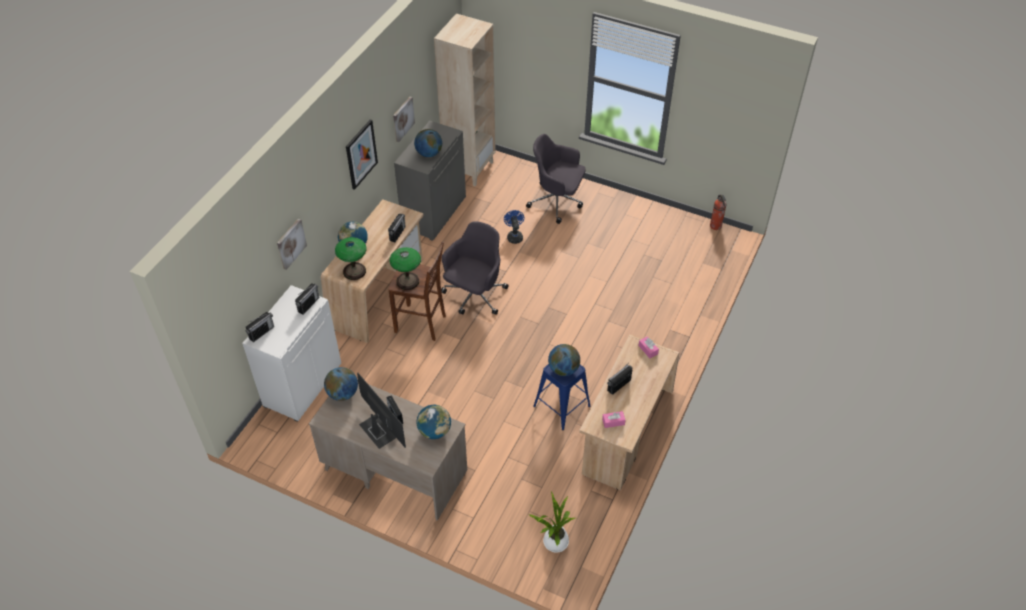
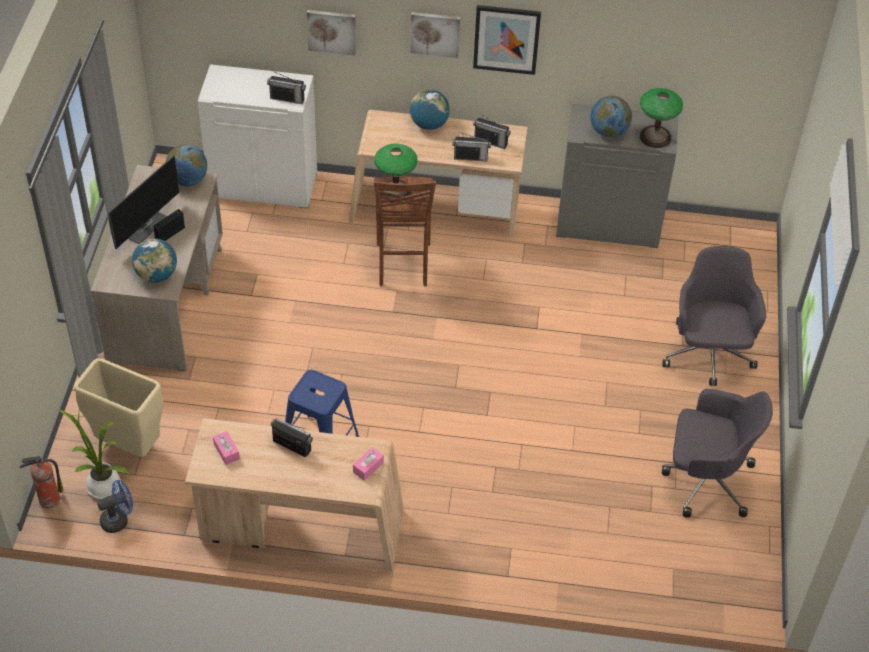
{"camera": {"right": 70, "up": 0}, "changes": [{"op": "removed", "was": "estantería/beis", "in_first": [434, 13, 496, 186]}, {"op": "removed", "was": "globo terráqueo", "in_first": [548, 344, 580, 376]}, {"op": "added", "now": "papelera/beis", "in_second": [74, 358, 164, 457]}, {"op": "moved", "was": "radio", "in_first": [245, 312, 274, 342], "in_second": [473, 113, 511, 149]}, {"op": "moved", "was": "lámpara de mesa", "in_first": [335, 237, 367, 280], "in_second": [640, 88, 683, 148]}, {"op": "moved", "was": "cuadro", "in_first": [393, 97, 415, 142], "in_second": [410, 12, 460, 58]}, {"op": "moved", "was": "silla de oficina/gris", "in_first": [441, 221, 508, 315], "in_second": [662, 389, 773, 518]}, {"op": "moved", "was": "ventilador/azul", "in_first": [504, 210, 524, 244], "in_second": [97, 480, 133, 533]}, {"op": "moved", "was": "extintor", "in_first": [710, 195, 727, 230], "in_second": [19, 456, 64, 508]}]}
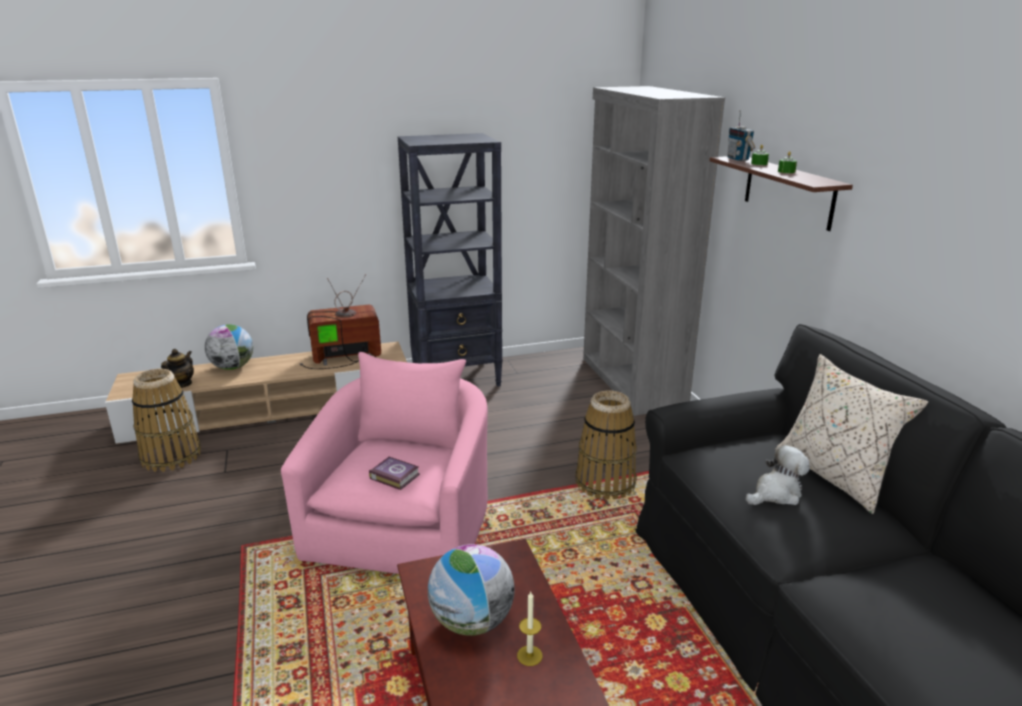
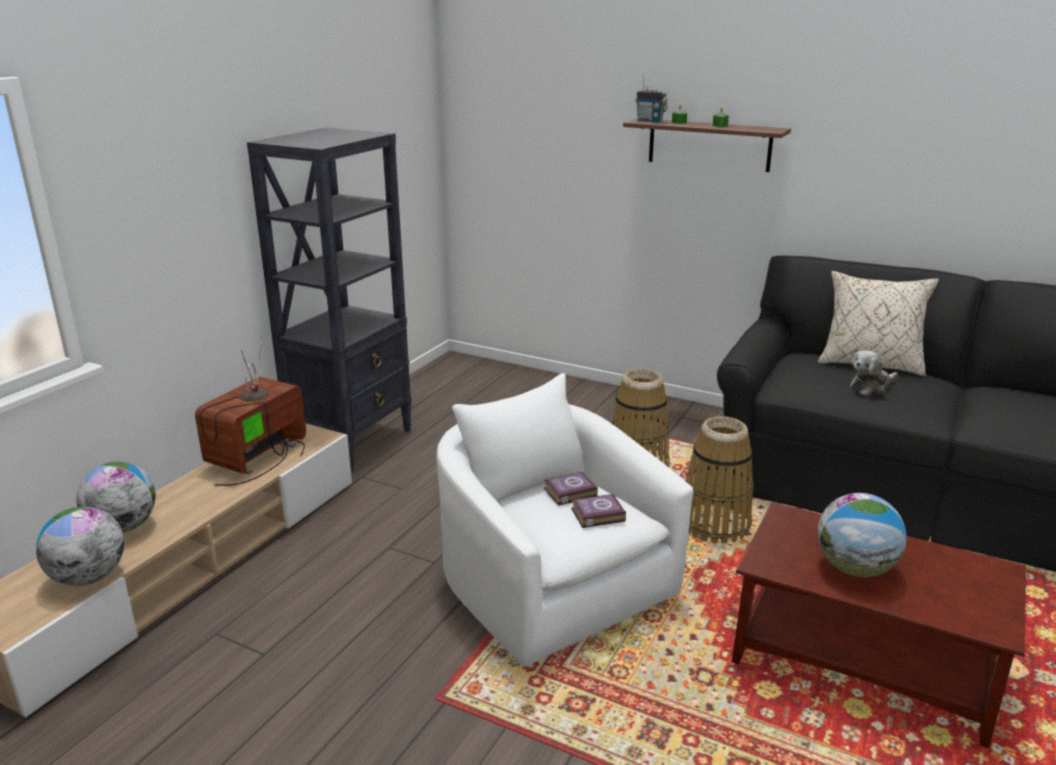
{"camera": {"right": -45, "up": 0}, "changes": [{"op": "removed", "was": "vela", "in_first": [517, 592, 543, 666]}, {"op": "removed", "was": "estantería/gris", "in_first": [583, 86, 725, 416]}, {"op": "added", "now": "libro", "in_second": [544, 472, 598, 506]}, {"op": "moved", "was": "cesta", "in_first": [132, 369, 201, 472], "in_second": [686, 416, 754, 543]}, {"op": "replaced", "was": "tetera", "now": "globo terráqueo", "in_first": [161, 349, 194, 388], "in_second": [36, 506, 124, 586]}, {"op": "recoloured", "was": "sillón/rosa", "now": "sillón/blanco", "in_first": [281, 352, 488, 574], "in_second": [437, 373, 693, 667]}, {"op": "turned", "was": "peluche", "in_first": [745, 445, 810, 505], "in_second": [850, 351, 898, 396], "clockwise": -135}]}
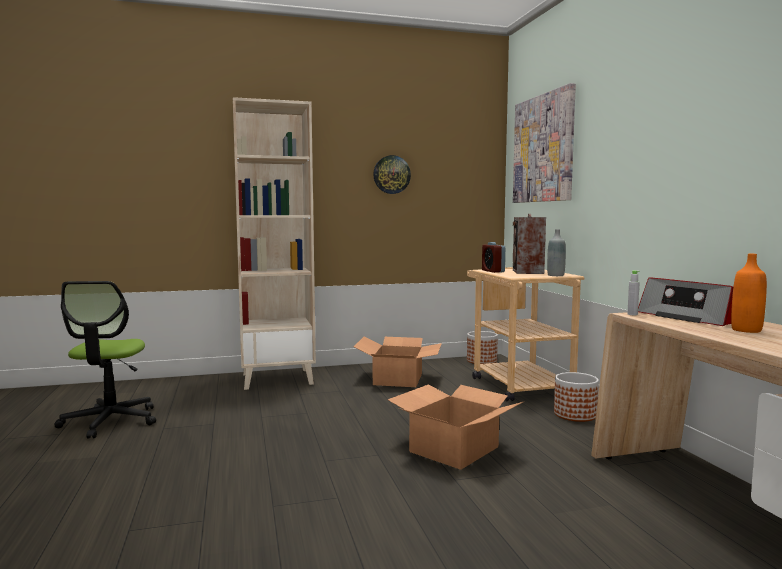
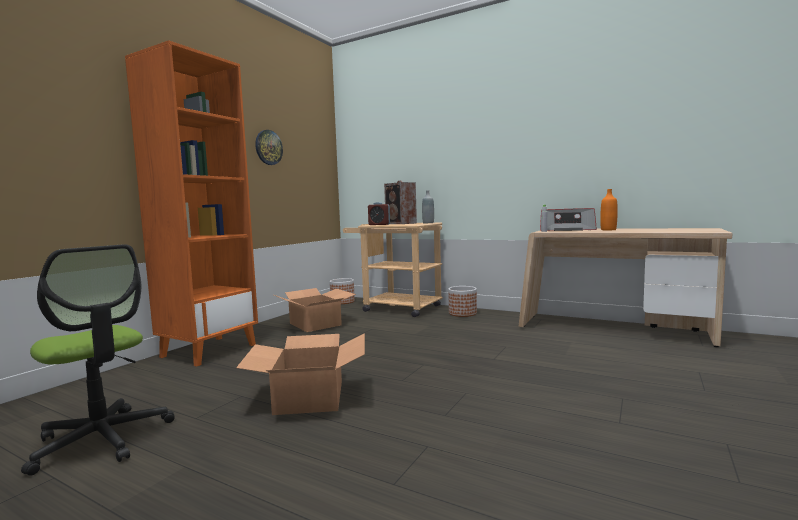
{"camera": {"right": -45, "up": 0}, "changes": [{"op": "removed", "was": "cuadro", "in_first": [513, 83, 576, 203]}, {"op": "moved", "was": "caja de cartón", "in_first": [388, 385, 523, 470], "in_second": [236, 333, 365, 415]}, {"op": "recoloured", "was": "estantería/beis", "now": "estantería/naranja", "in_first": [233, 97, 316, 390], "in_second": [125, 40, 258, 367]}]}
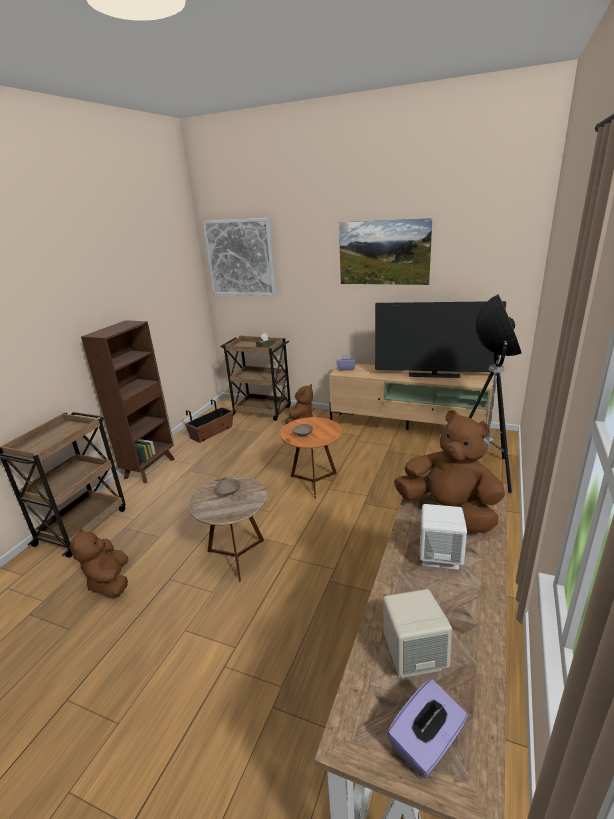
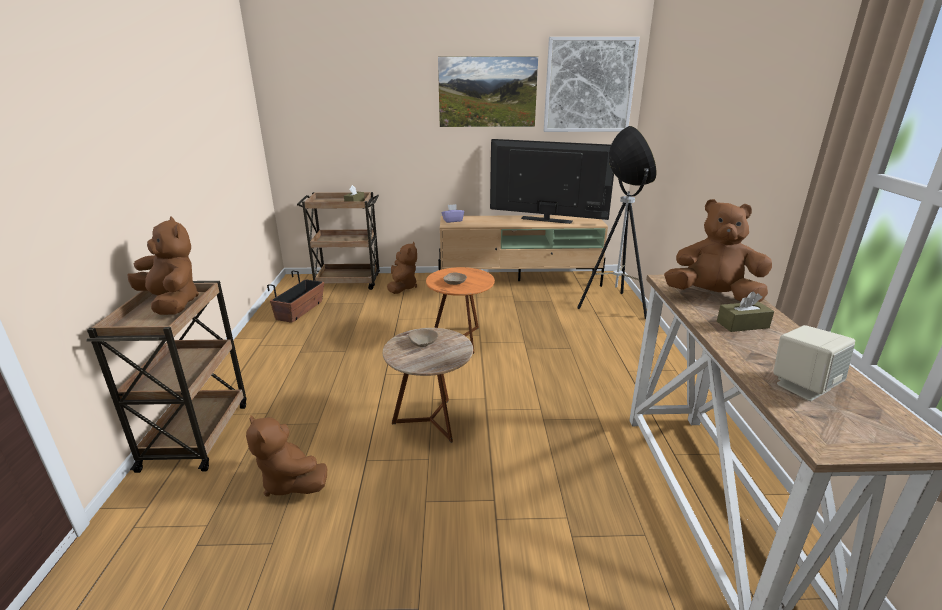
{"camera": {"right": -25, "up": 0}, "changes": [{"op": "removed", "was": "estantería/marrón", "in_first": [81, 320, 175, 484]}, {"op": "removed", "was": "caja de pañuelos/morado", "in_first": [387, 679, 468, 779]}, {"op": "added", "now": "peluche/marrón", "in_second": [128, 217, 199, 315]}, {"op": "moved", "was": "cuadro", "in_first": [203, 218, 276, 296], "in_second": [544, 37, 640, 132]}, {"op": "replaced", "was": "altavoz/blanco", "now": "caja de pañuelos/marrón", "in_first": [420, 504, 467, 570], "in_second": [717, 291, 774, 332]}, {"op": "turned", "was": "televisor", "in_first": [375, 301, 506, 378], "in_second": [490, 139, 614, 224], "clockwise": -150}]}
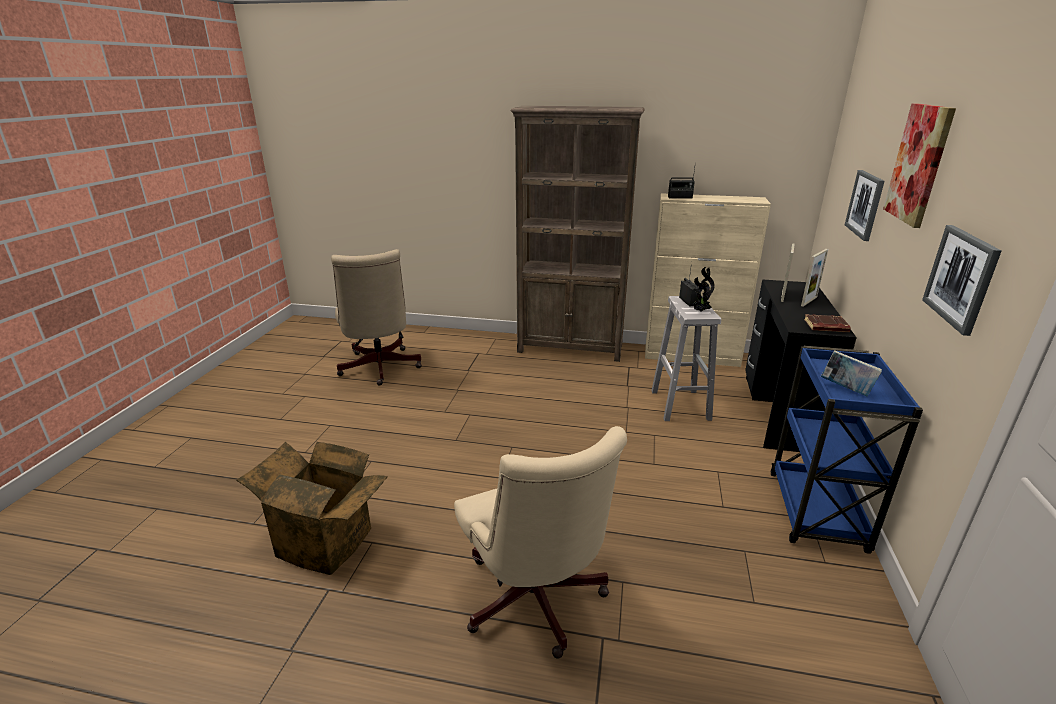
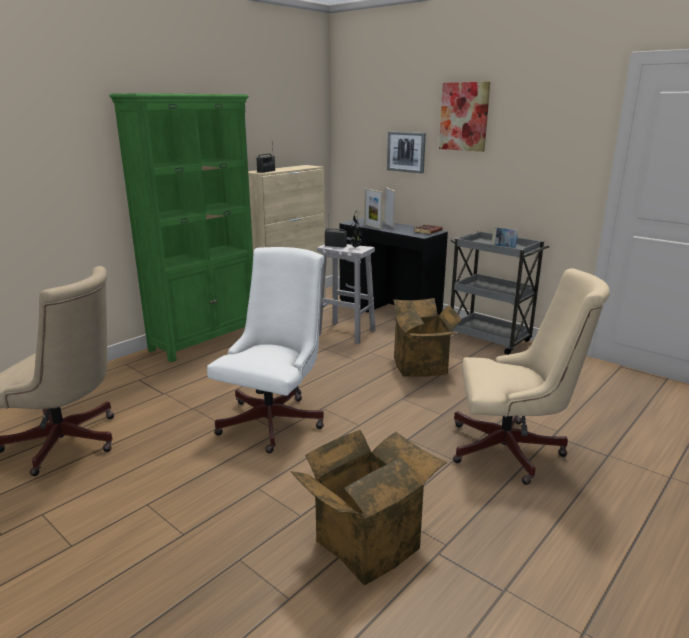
{"camera": {"right": -60, "up": -5}, "changes": [{"op": "removed", "was": "cuadro", "in_first": [922, 225, 1002, 336]}, {"op": "added", "now": "silla de oficina/blanco", "in_second": [207, 247, 324, 453]}, {"op": "added", "now": "caja de cartón", "in_second": [393, 298, 462, 377]}, {"op": "recoloured", "was": "estantería/marrón", "now": "estantería/verde", "in_first": [511, 106, 645, 362], "in_second": [109, 93, 253, 362]}, {"op": "recoloured", "was": "carrito/azul", "now": "carrito/gris", "in_first": [770, 346, 923, 554], "in_second": [450, 231, 549, 355]}]}
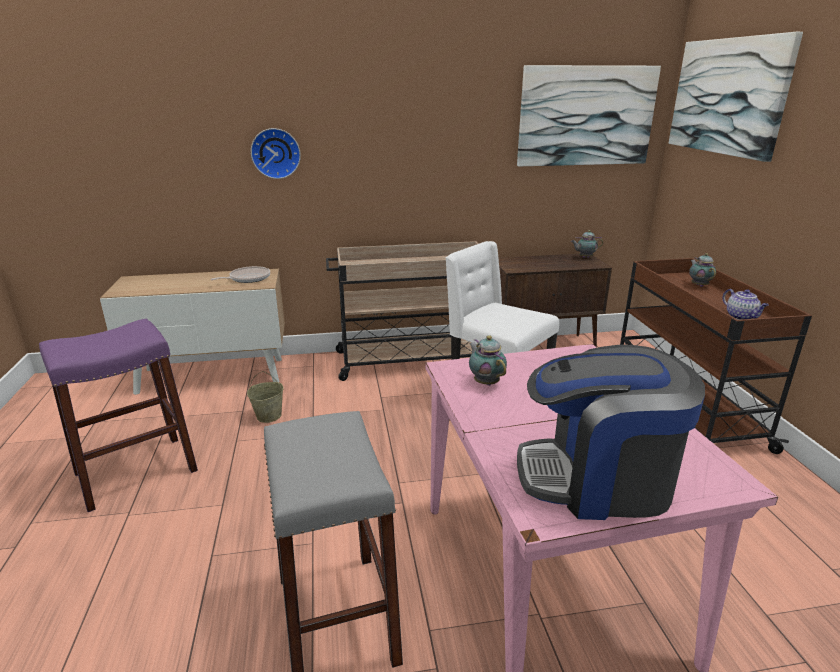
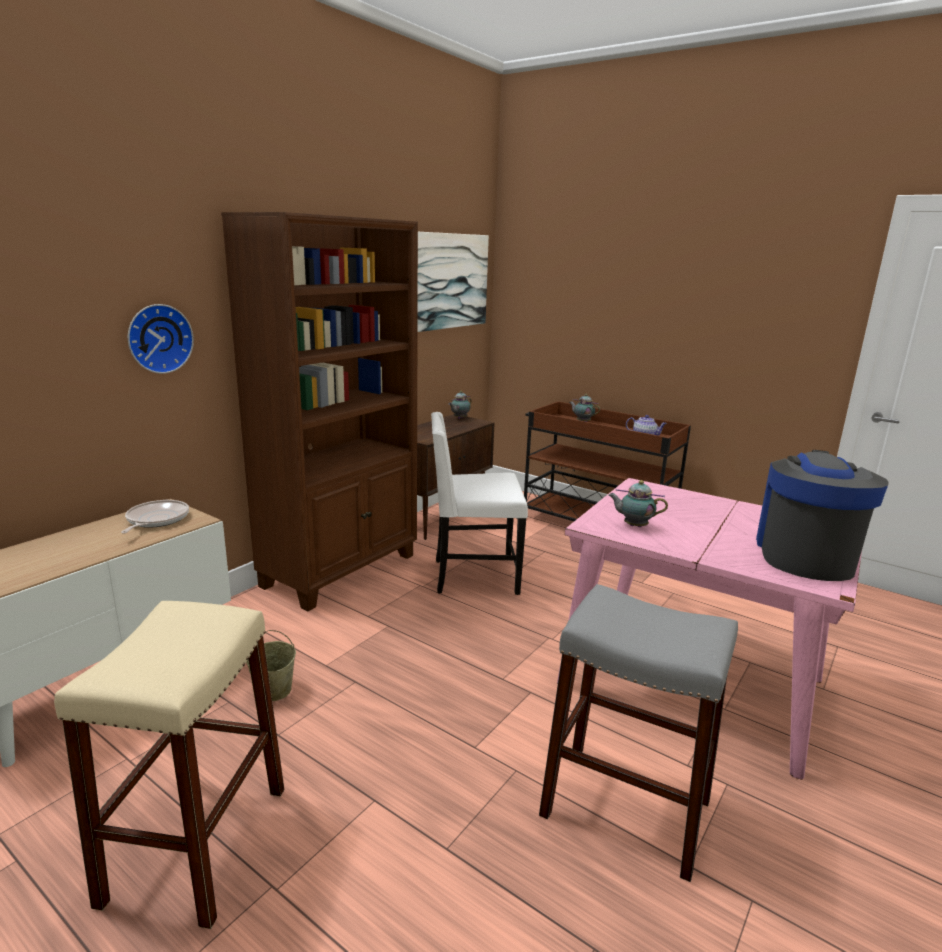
{"camera": {"right": -45, "up": -5}, "changes": [{"op": "removed", "was": "cuadro", "in_first": [668, 32, 803, 162]}, {"op": "replaced", "was": "carrito/beis", "now": "estantería/marrón", "in_first": [326, 241, 480, 381], "in_second": [221, 212, 418, 611]}, {"op": "recoloured", "was": "taburete/morado", "now": "taburete/beis", "in_first": [39, 319, 198, 512], "in_second": [54, 601, 284, 929]}, {"op": "turned", "was": "cafetera", "in_first": [517, 345, 705, 520], "in_second": [756, 450, 889, 581], "clockwise": 150}]}
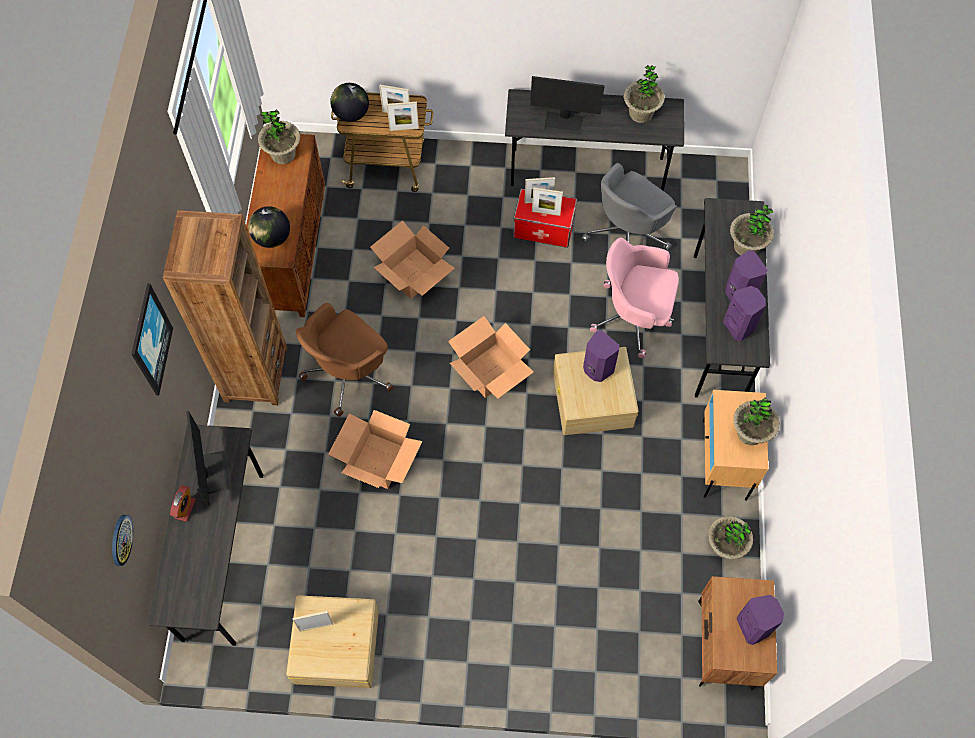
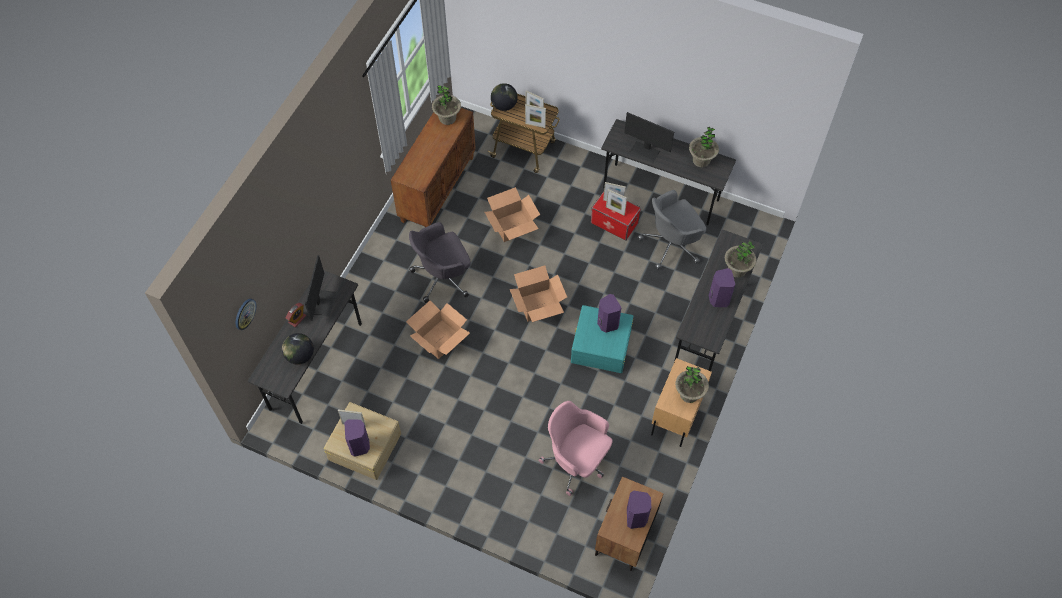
{"camera": {"right": 20, "up": -5}, "changes": [{"op": "removed", "was": "cuadro", "in_first": [131, 283, 173, 395]}, {"op": "removed", "was": "estantería/marrón", "in_first": [163, 210, 287, 405]}, {"op": "removed", "was": "planta en maceta", "in_first": [708, 516, 753, 559]}, {"op": "moved", "was": "globo terráqueo", "in_first": [248, 206, 290, 248], "in_second": [282, 333, 314, 365]}, {"op": "moved", "was": "silla de oficina/rosa", "in_first": [590, 238, 679, 358], "in_second": [539, 401, 612, 496]}, {"op": "moved", "was": "altavoz/morado", "in_first": [723, 286, 766, 341], "in_second": [344, 420, 370, 457]}, {"op": "recoloured", "was": "silla de oficina/marrón", "now": "silla de oficina/gris", "in_first": [296, 303, 394, 417], "in_second": [409, 222, 471, 303]}, {"op": "recoloured", "was": "caja de almacenaje/beis", "now": "caja de almacenaje/turquesa", "in_first": [553, 347, 638, 435], "in_second": [571, 305, 633, 373]}]}
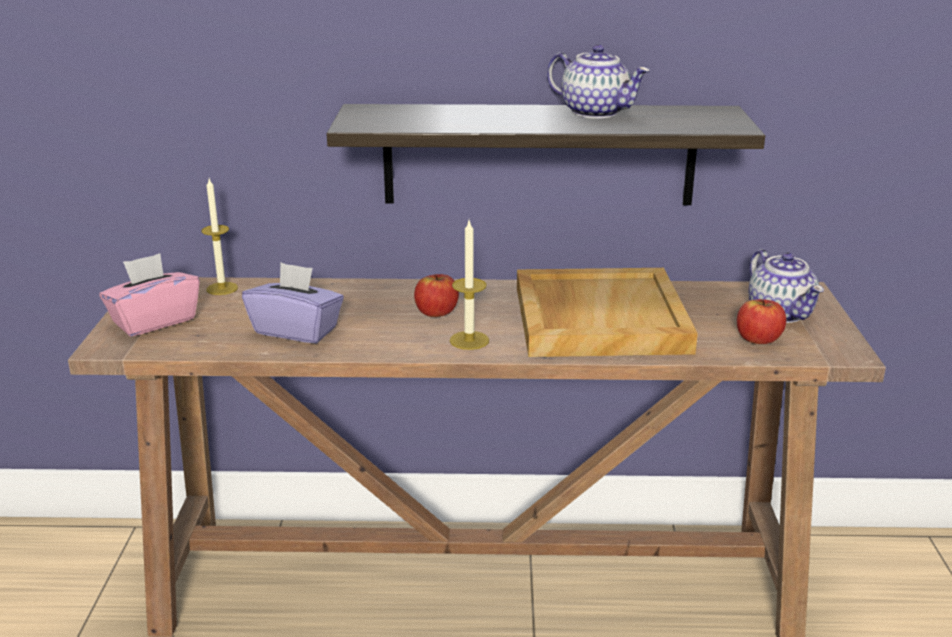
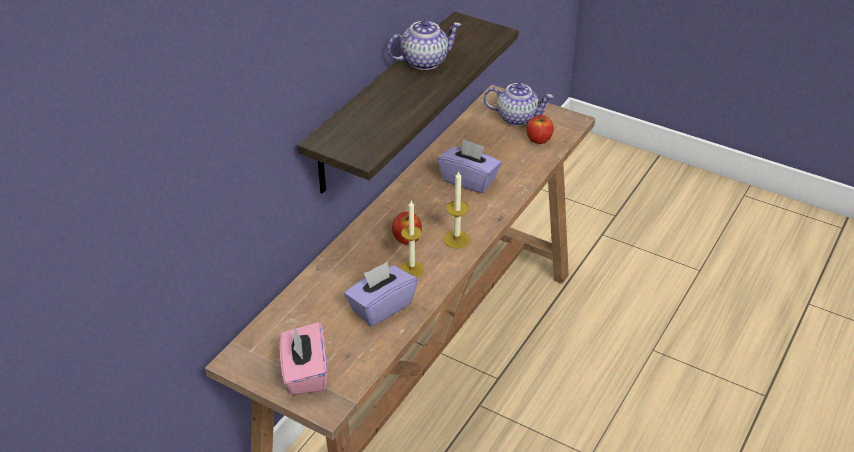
{"camera": {"right": -60, "up": 15}, "changes": [{"op": "moved", "was": "vela", "in_first": [202, 179, 238, 295], "in_second": [400, 201, 424, 277]}, {"op": "replaced", "was": "bandeja/beis", "now": "caja de pañuelos/morado", "in_first": [517, 268, 698, 357], "in_second": [438, 139, 501, 193]}]}
